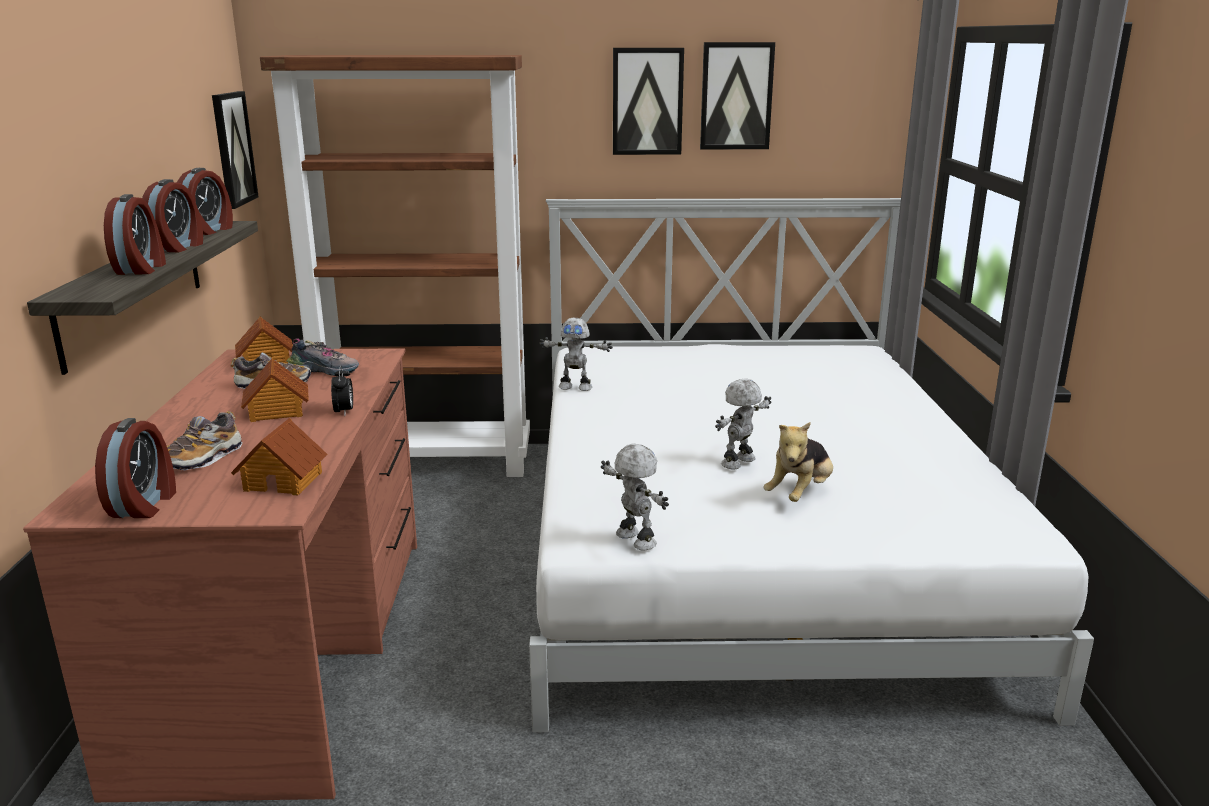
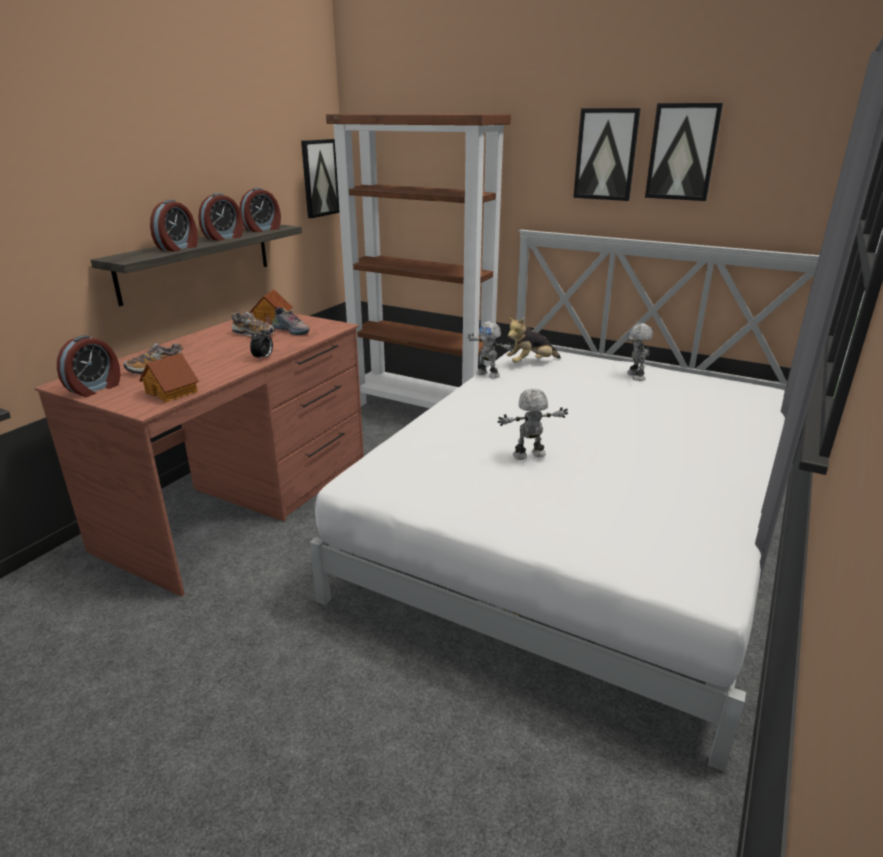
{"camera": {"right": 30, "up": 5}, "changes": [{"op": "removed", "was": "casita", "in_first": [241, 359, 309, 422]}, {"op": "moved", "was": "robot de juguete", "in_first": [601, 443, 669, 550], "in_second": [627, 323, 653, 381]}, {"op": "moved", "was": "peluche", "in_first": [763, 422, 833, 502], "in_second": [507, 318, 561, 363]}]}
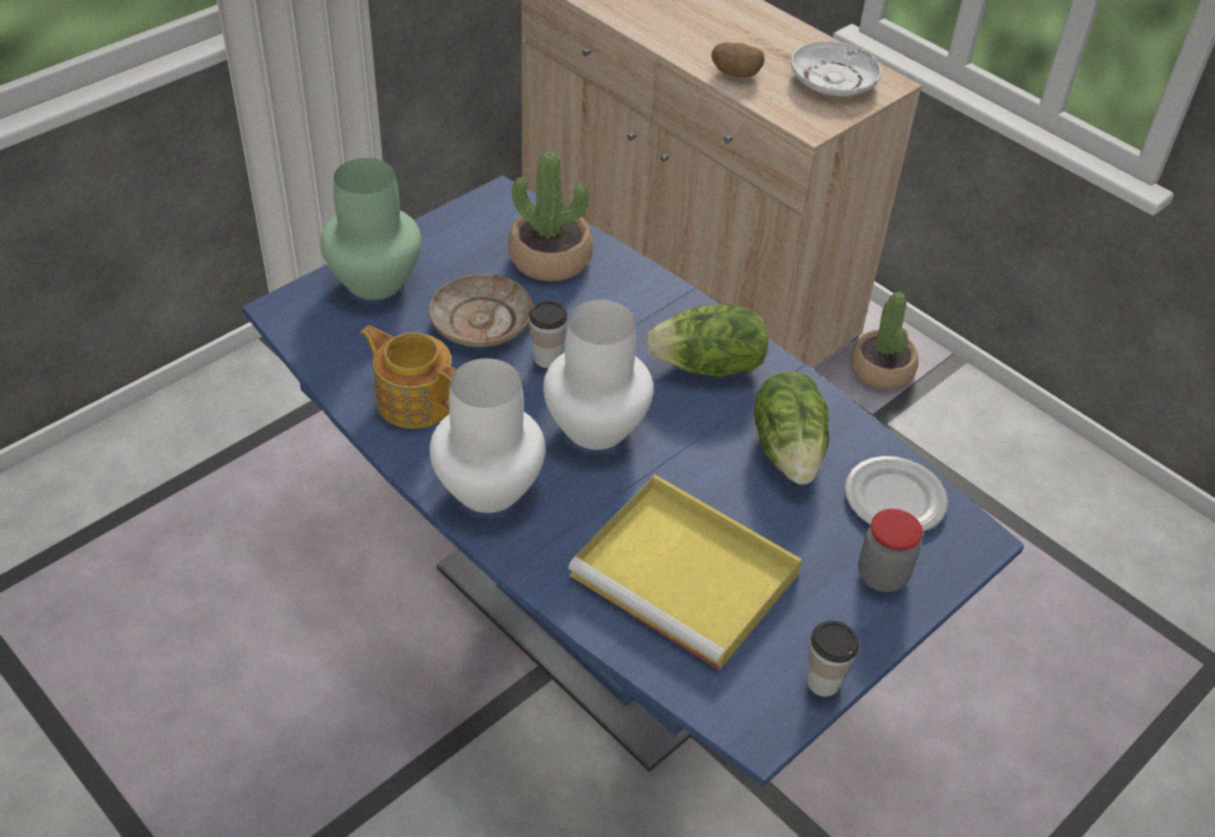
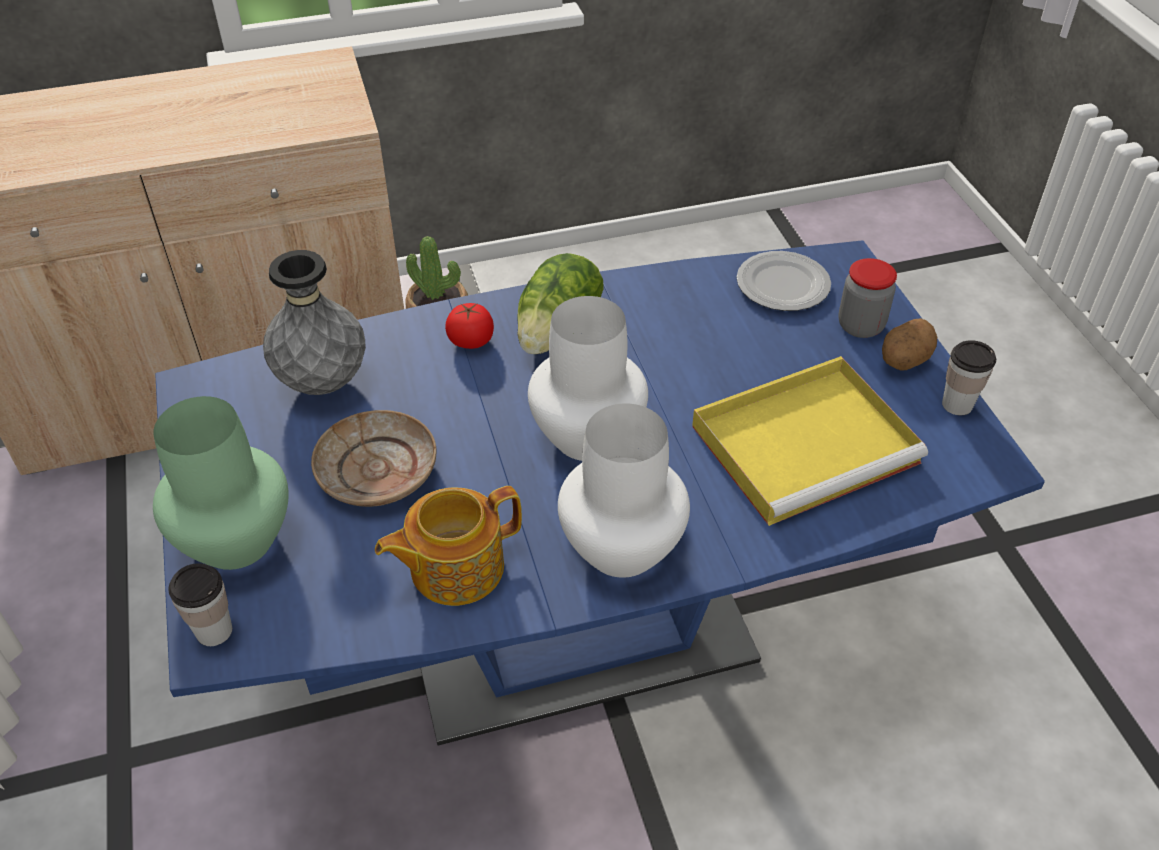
{"camera": {"right": -60, "up": 0}, "changes": [{"op": "removed", "was": "lechuga", "in_first": [754, 372, 829, 485]}, {"op": "removed", "was": "plato/blanco", "in_first": [791, 41, 881, 96]}, {"op": "added", "now": "tomate", "in_second": [445, 303, 494, 349]}, {"op": "moved", "was": "taza", "in_first": [529, 300, 567, 368], "in_second": [168, 563, 232, 646]}, {"op": "moved", "was": "patata", "in_first": [711, 43, 764, 77], "in_second": [882, 318, 937, 371]}, {"op": "replaced", "was": "planta en maceta", "now": "florero/gris", "in_first": [508, 152, 593, 281], "in_second": [263, 250, 366, 395]}]}
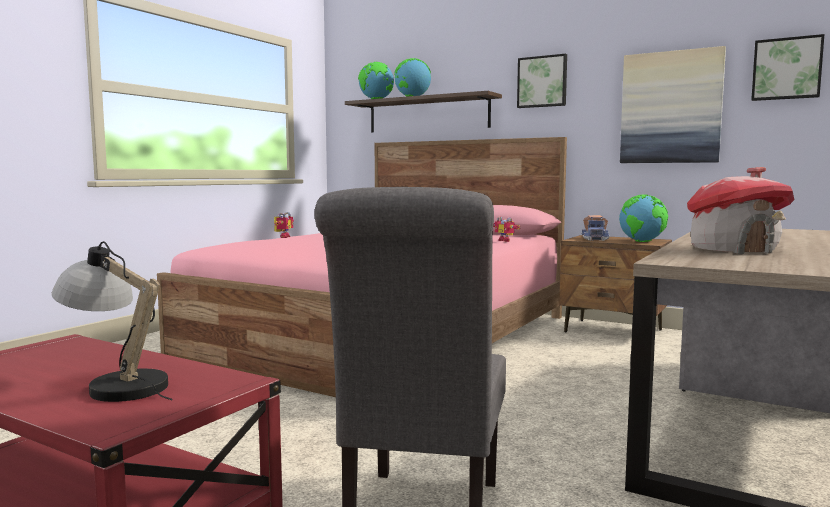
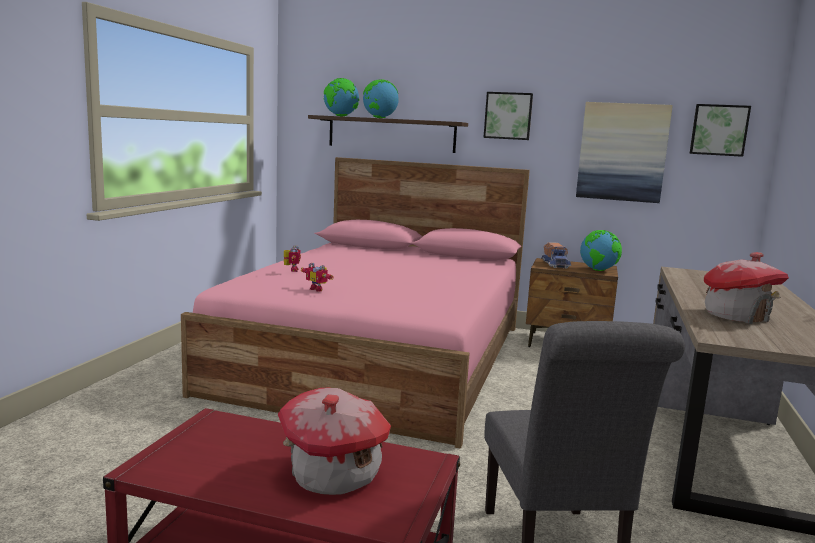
{"camera": {"right": -15, "up": 5}, "changes": [{"op": "moved", "was": "robot de juguete", "in_first": [493, 217, 520, 242], "in_second": [301, 263, 334, 292]}, {"op": "replaced", "was": "lámpara de mesa", "now": "casita", "in_first": [52, 241, 172, 402], "in_second": [278, 388, 391, 495]}]}
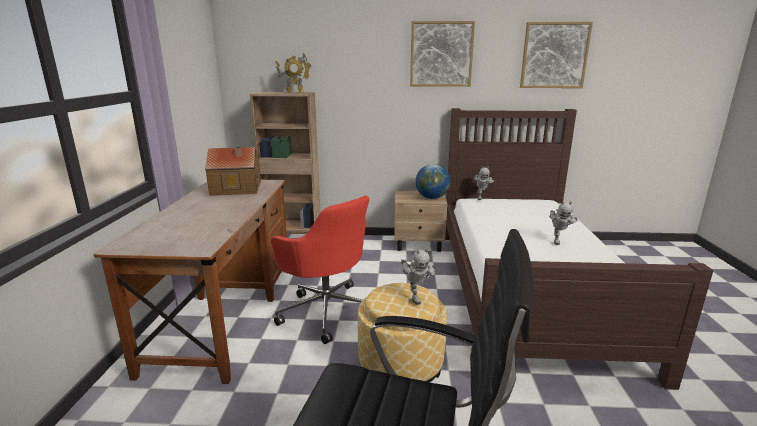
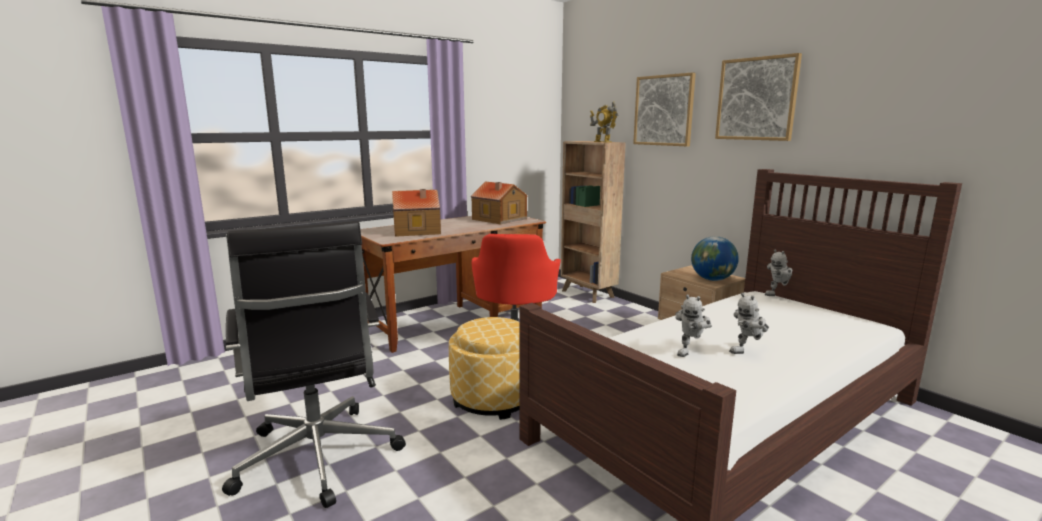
{"camera": {"right": 50, "up": -5}, "changes": [{"op": "added", "now": "casita", "in_second": [392, 189, 441, 237]}, {"op": "moved", "was": "robot de juguete", "in_first": [401, 248, 436, 305], "in_second": [675, 294, 712, 357]}, {"op": "moved", "was": "cuadro", "in_first": [520, 22, 593, 88], "in_second": [633, 72, 696, 146]}]}
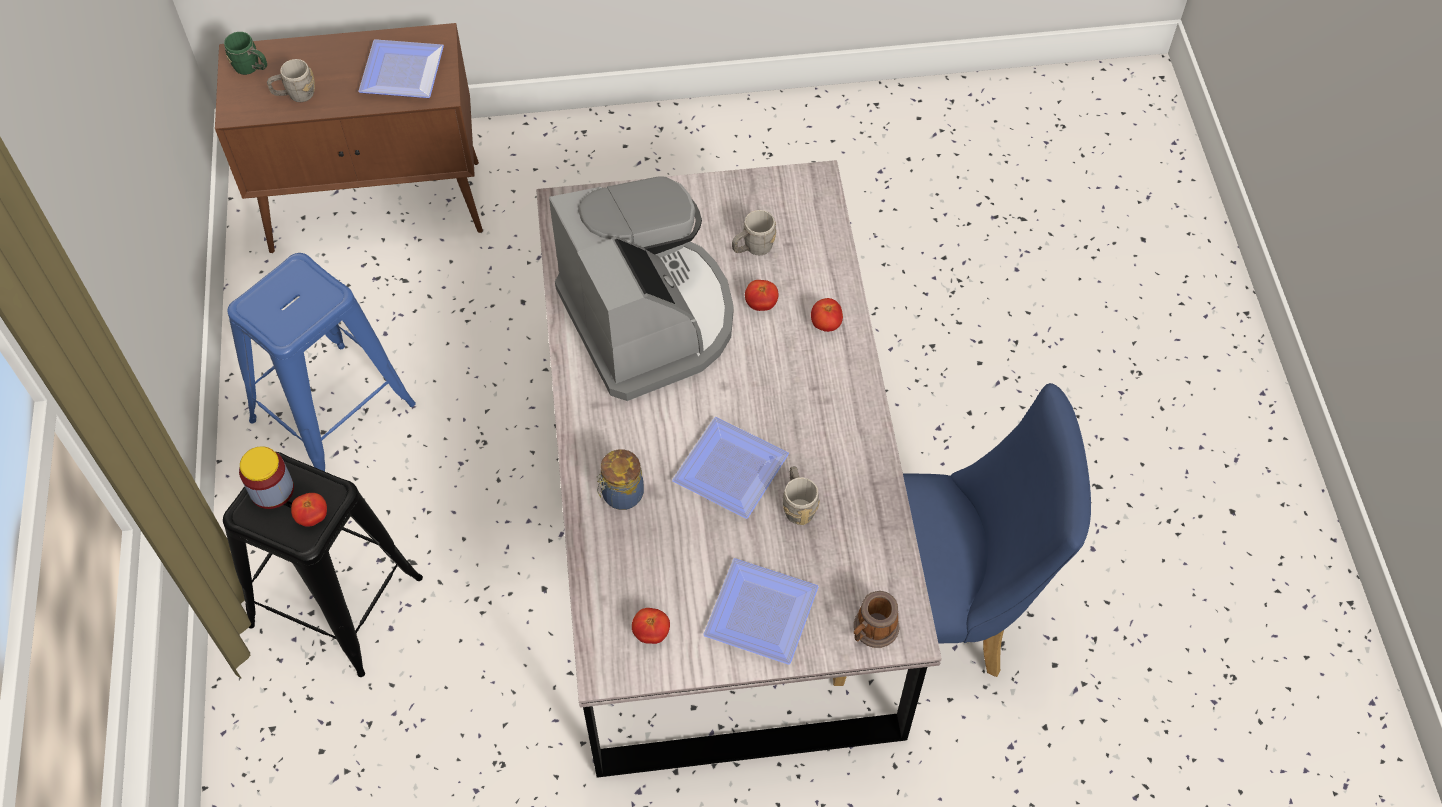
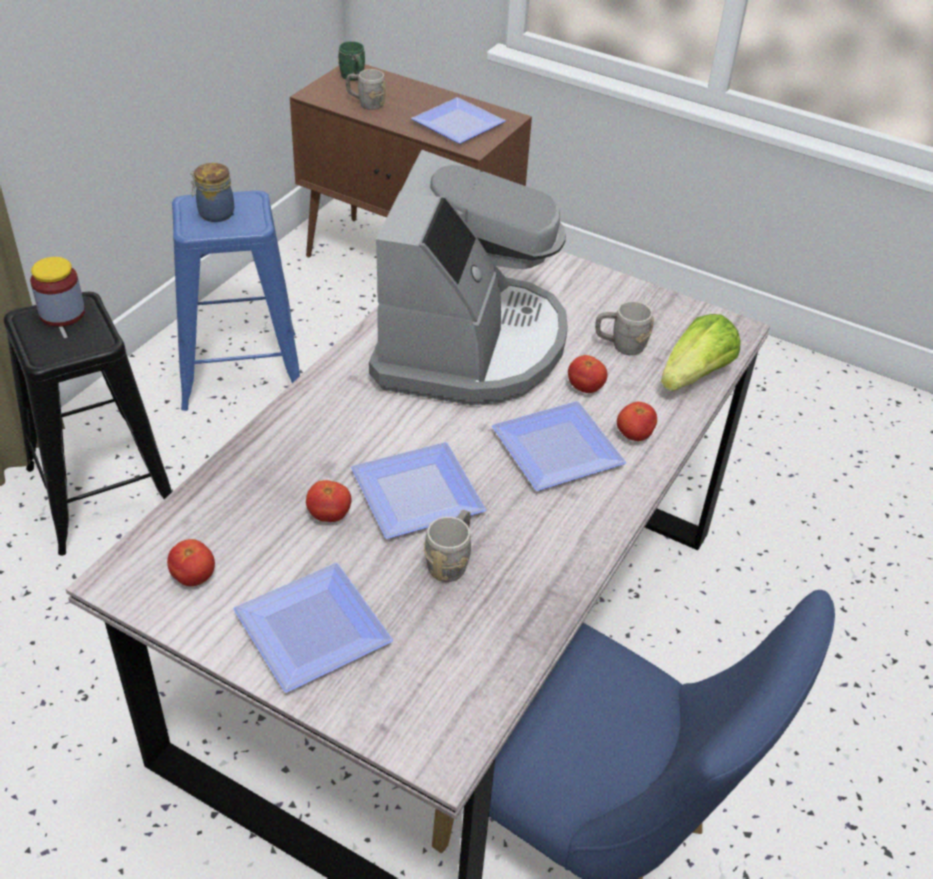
{"camera": {"right": 35, "up": -15}, "changes": [{"op": "removed", "was": "taza grande", "in_first": [854, 591, 899, 648]}, {"op": "added", "now": "plato", "in_second": [492, 401, 626, 491]}, {"op": "added", "now": "lechuga", "in_second": [661, 314, 740, 391]}, {"op": "moved", "was": "tomate", "in_first": [291, 493, 327, 527], "in_second": [306, 480, 352, 522]}, {"op": "moved", "was": "tarro", "in_first": [597, 449, 644, 510], "in_second": [190, 163, 234, 222]}]}
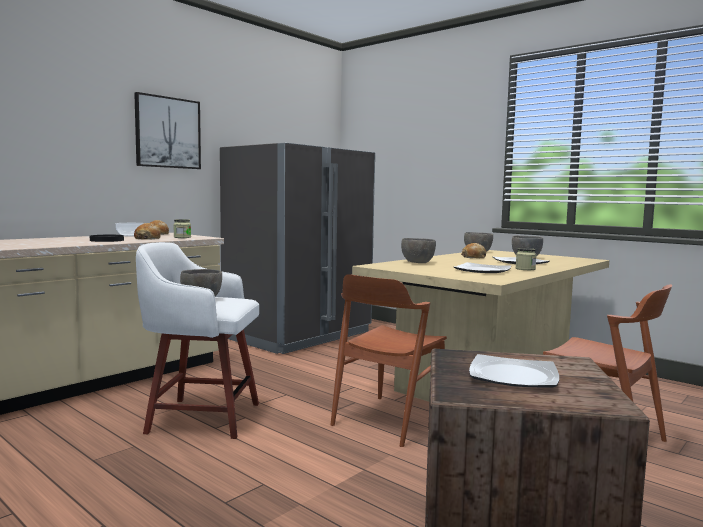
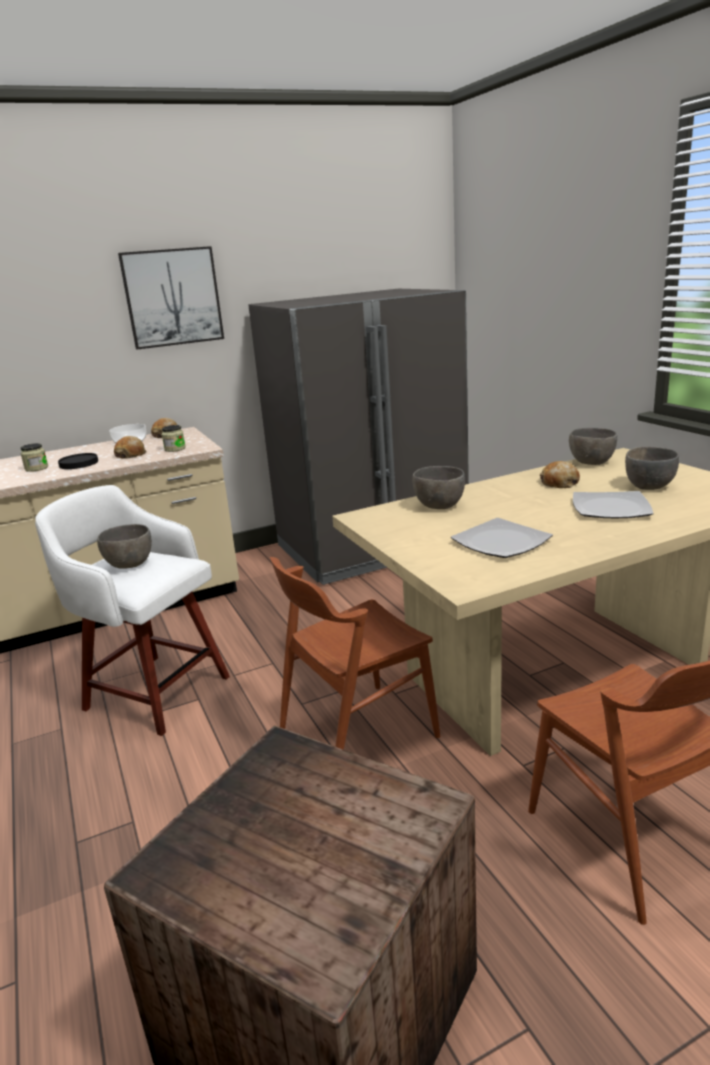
{"camera": {"right": 25, "up": 15}, "changes": [{"op": "removed", "was": "plato", "in_first": [469, 354, 559, 388]}, {"op": "moved", "was": "tarro", "in_first": [516, 248, 536, 270], "in_second": [21, 443, 48, 472]}]}
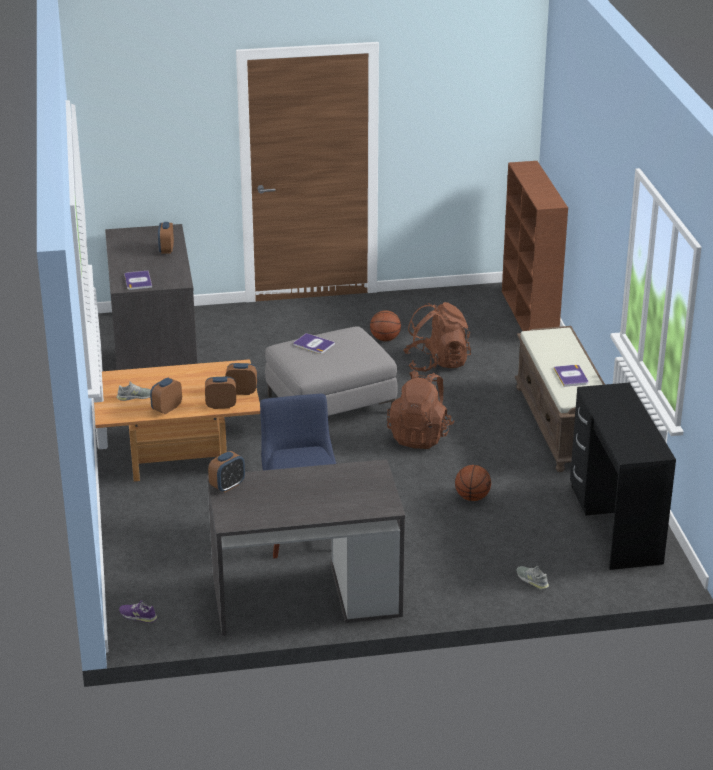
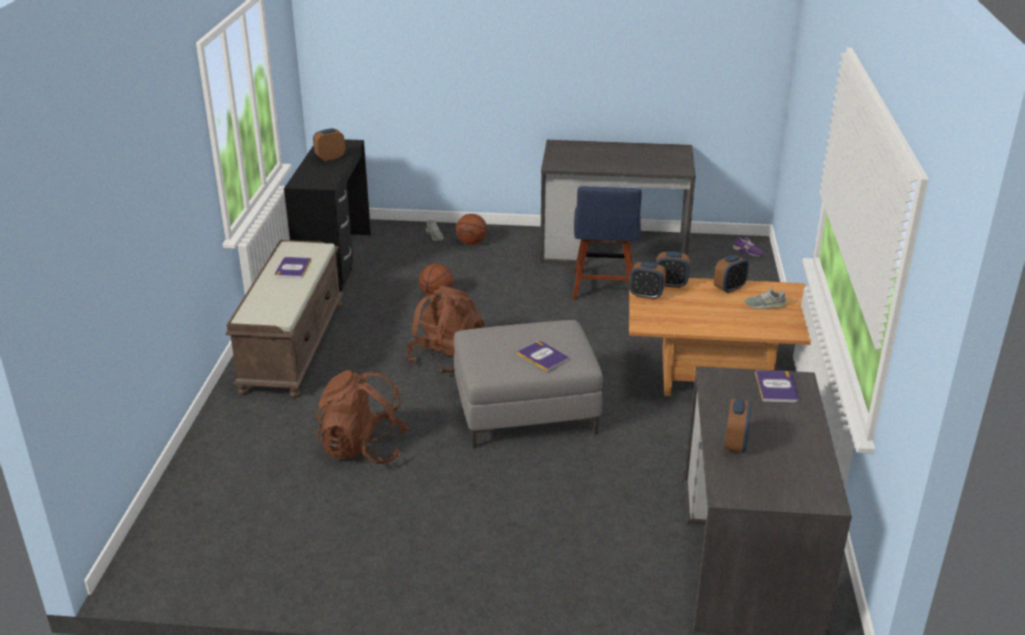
{"camera": {"right": -165, "up": 0}, "changes": [{"op": "removed", "was": "estantería/marrón", "in_first": [502, 161, 568, 331]}, {"op": "moved", "was": "despertador", "in_first": [208, 451, 245, 493], "in_second": [313, 128, 345, 161]}, {"op": "moved", "was": "balón de baloncesto", "in_first": [370, 310, 401, 341], "in_second": [456, 214, 487, 245]}]}
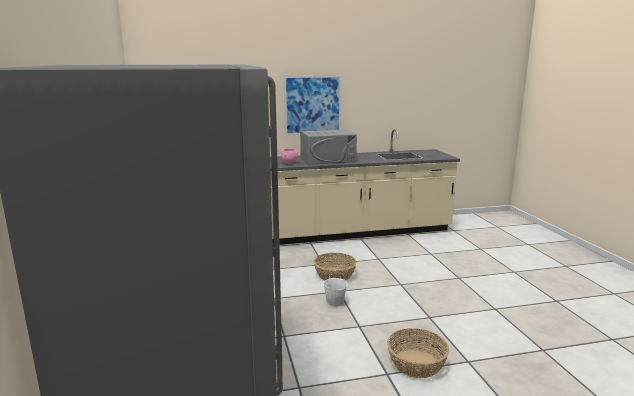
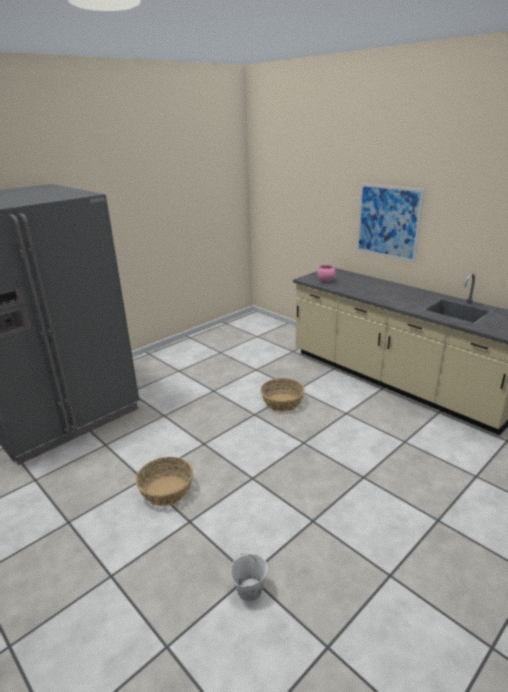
{"camera": {"right": 60, "up": 10}, "changes": [{"op": "removed", "was": "microondas/gris", "in_first": [300, 130, 357, 165]}, {"op": "moved", "was": "cubo/blanco", "in_first": [323, 270, 347, 307], "in_second": [230, 553, 268, 601]}]}
